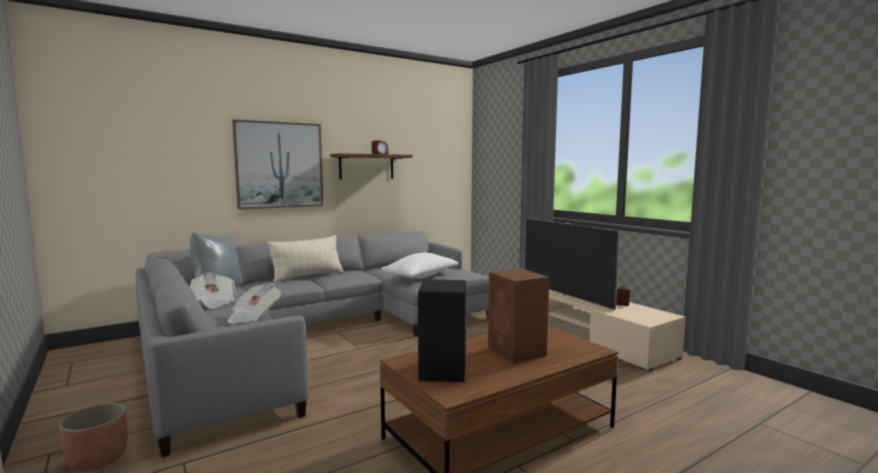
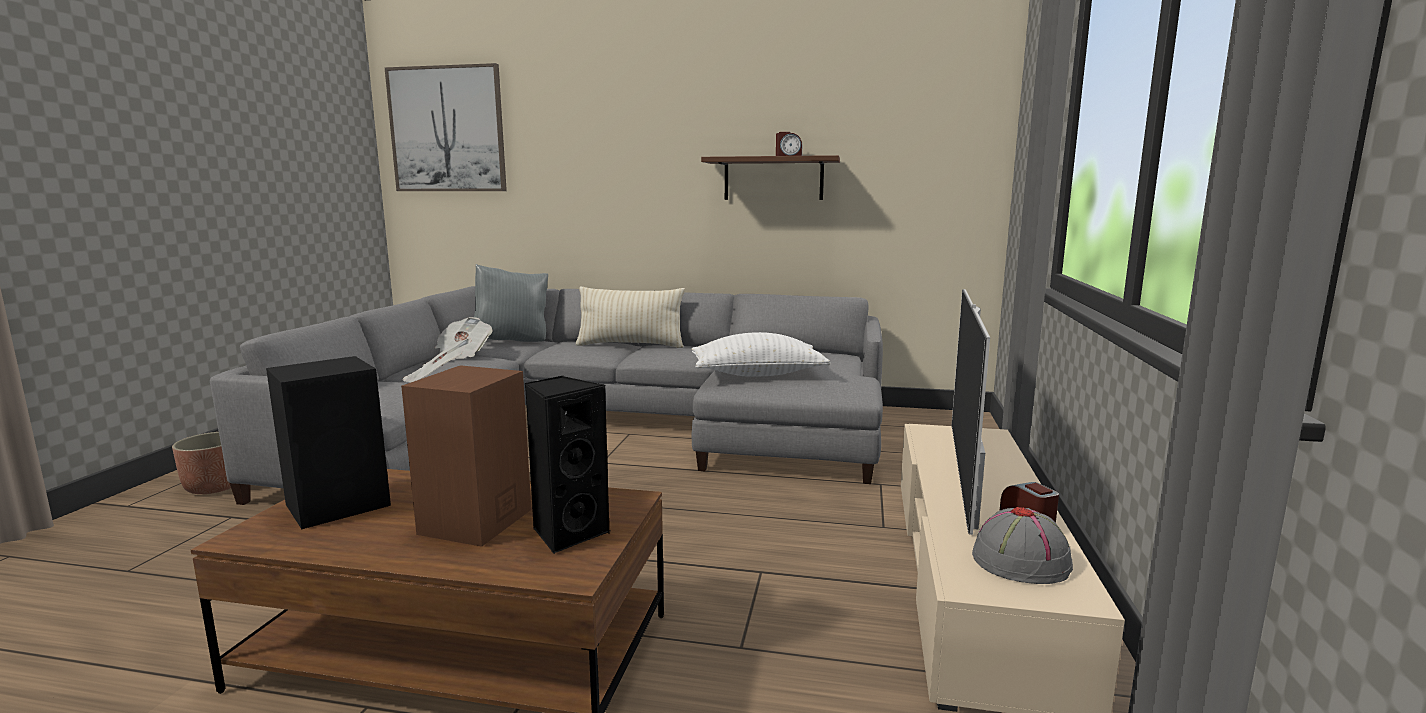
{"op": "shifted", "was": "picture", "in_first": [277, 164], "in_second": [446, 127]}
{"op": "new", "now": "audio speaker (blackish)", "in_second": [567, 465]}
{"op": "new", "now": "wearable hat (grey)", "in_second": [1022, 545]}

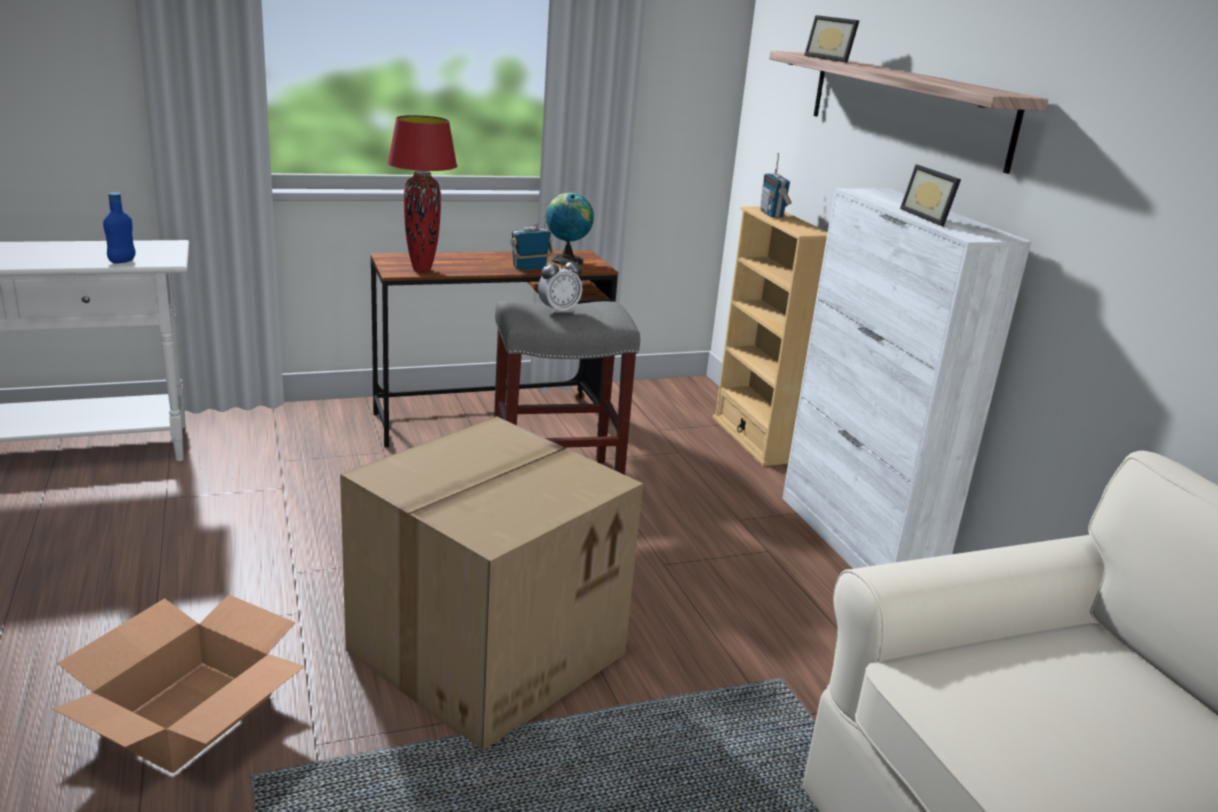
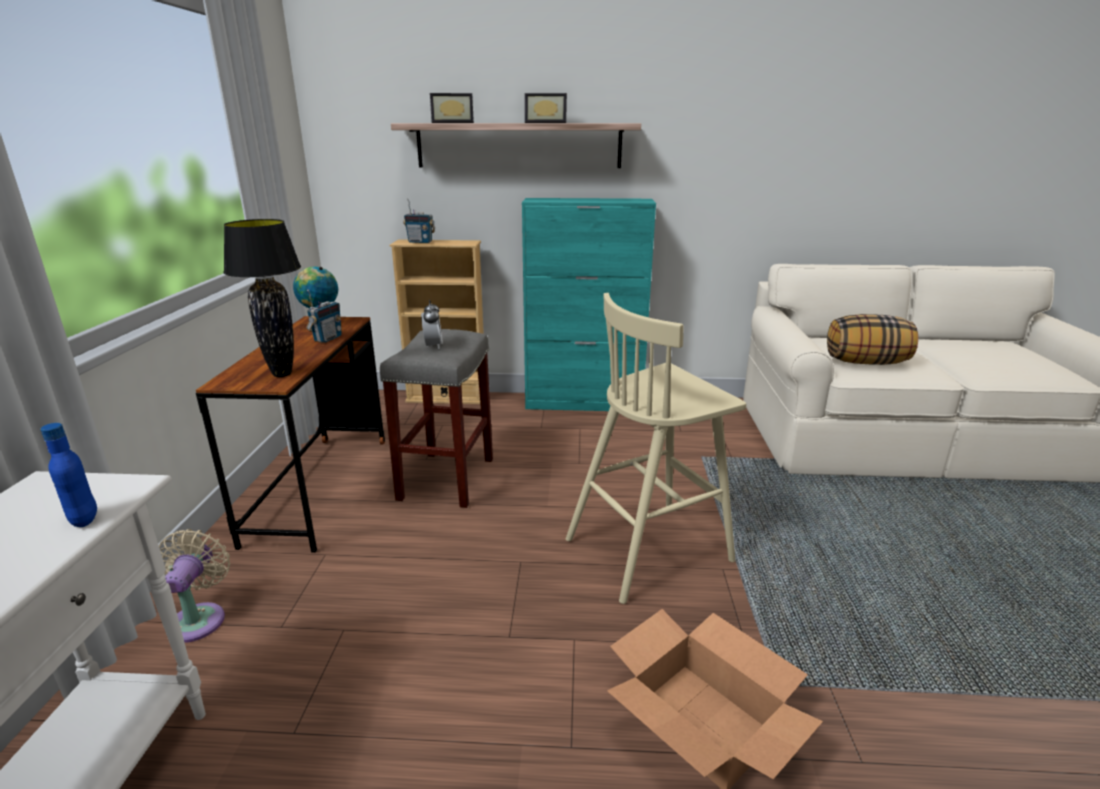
{"op": "swapped", "was": "carton", "now": "sitting stool (sand-coloured)", "in_first": [491, 583], "in_second": [656, 448]}
{"op": "repainted", "was": "table lamp (red)", "now": "table lamp (blackish)", "in_first": [422, 193], "in_second": [262, 298]}
{"op": "rotated", "was": "radio set", "in_first": [531, 240], "in_second": [324, 316], "clockwise": -150}
{"op": "repainted", "was": "cabinet (white)", "now": "cabinet (turquoise)", "in_first": [906, 378], "in_second": [589, 304]}
{"op": "shifted", "was": "picture frame", "in_first": [930, 195], "in_second": [546, 108]}
{"op": "new", "now": "fan (sand-coloured)", "in_second": [194, 586]}
{"op": "new", "now": "pillow", "in_second": [872, 339]}

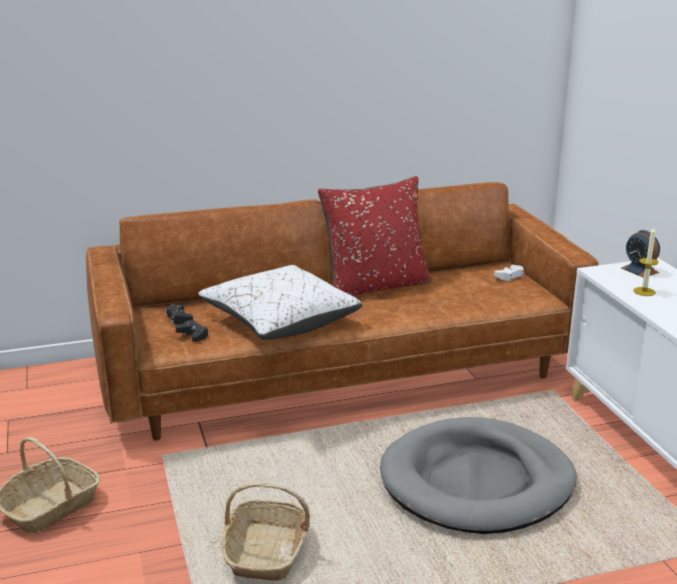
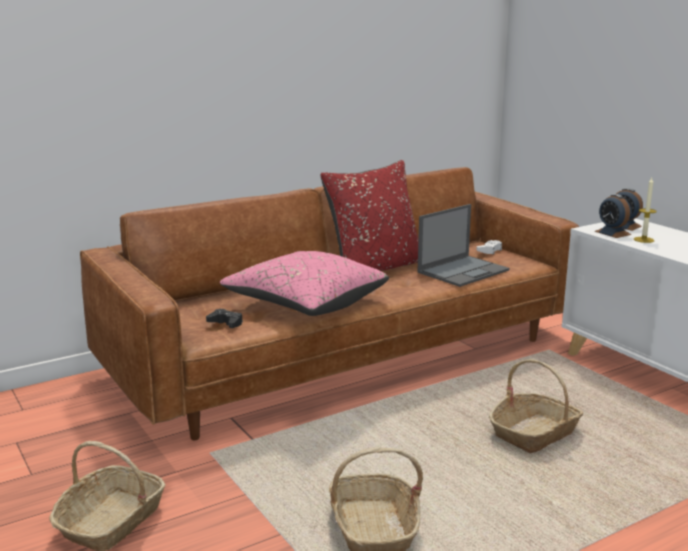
{"op": "gone", "was": "gamepad (blackish)", "in_first": [179, 315]}
{"op": "repainted", "was": "pillow (white)", "now": "pillow (pink)", "in_first": [281, 302], "in_second": [304, 283]}
{"op": "swapped", "was": "dog cushion (grey)", "now": "storage basket", "in_first": [478, 475], "in_second": [536, 406]}
{"op": "new", "now": "laptop", "in_second": [463, 245]}
{"op": "new", "now": "alarm clock", "in_second": [613, 216]}

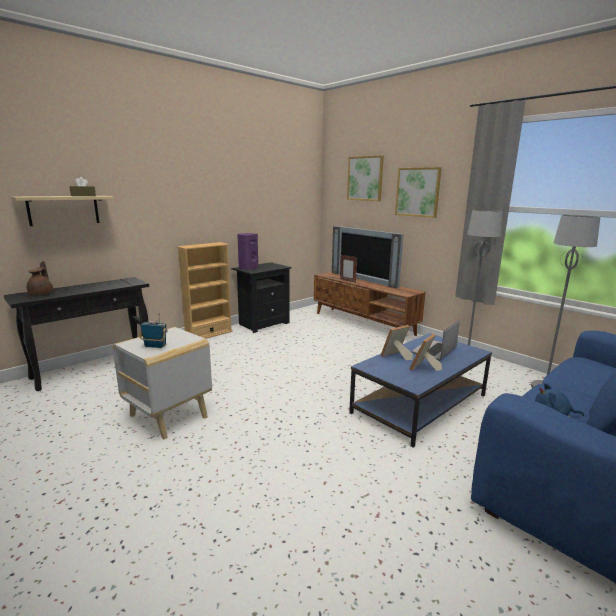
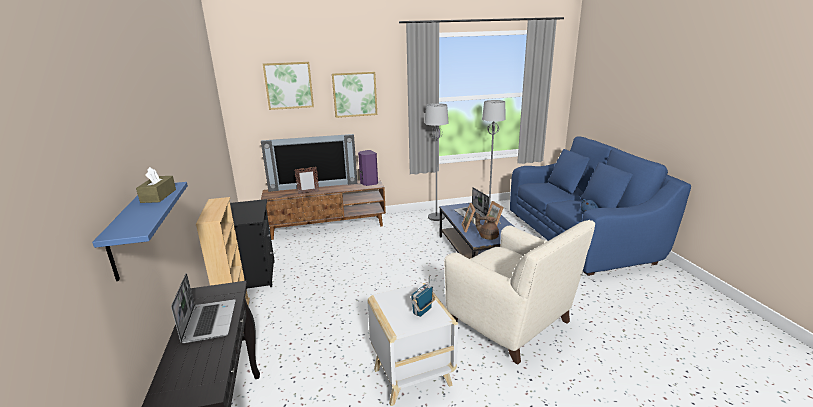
{"op": "repainted", "was": "wall shelf (sand-coloured)", "now": "wall shelf (bluish)", "in_first": [62, 211], "in_second": [140, 231]}
{"op": "shifted", "was": "teapot (brown)", "in_first": [40, 278], "in_second": [487, 226]}
{"op": "shifted", "was": "audio speaker (purple)", "in_first": [247, 251], "in_second": [368, 168]}
{"op": "new", "now": "laptop", "in_second": [203, 308]}
{"op": "new", "now": "lounge chair (sand-coloured)", "in_second": [519, 292]}

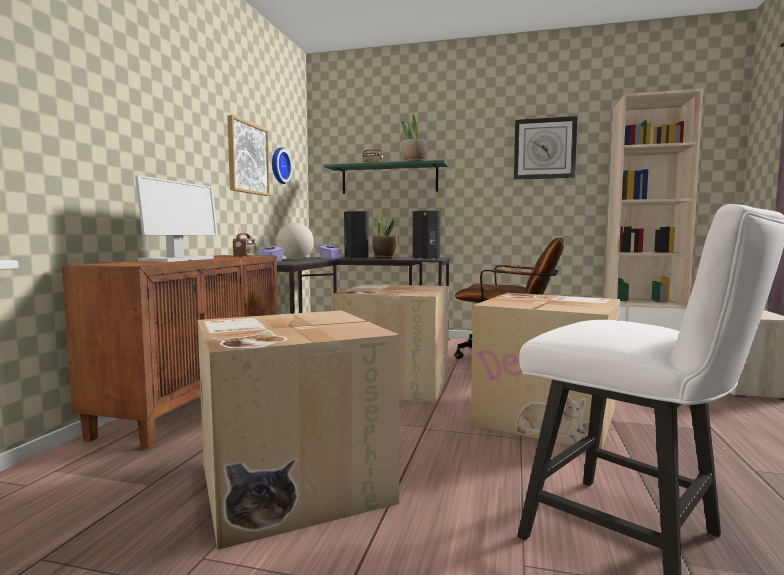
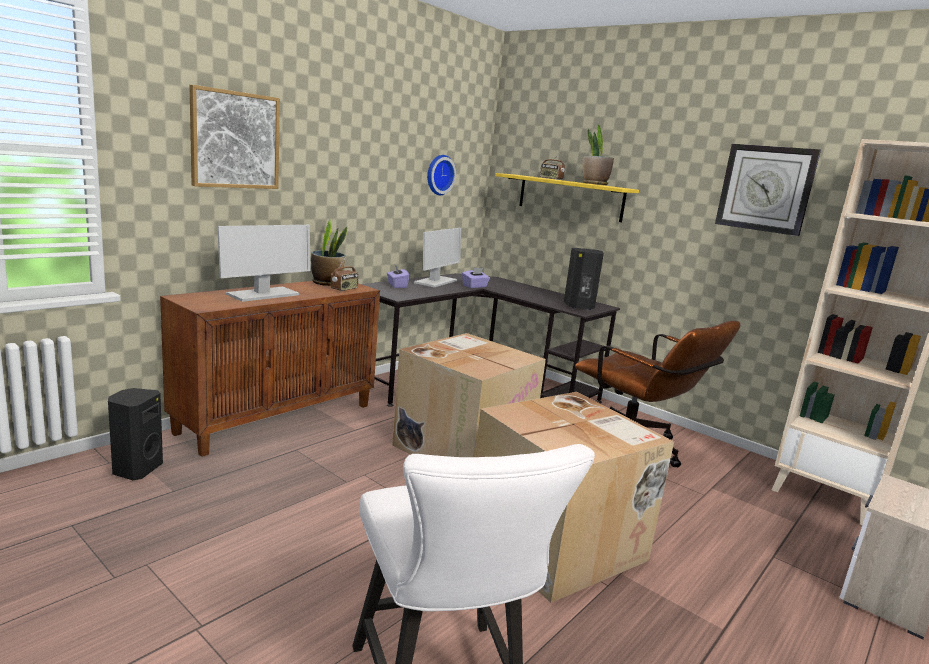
{"op": "gone", "was": "carton", "in_first": [298, 430]}
{"op": "shifted", "was": "picture", "in_first": [248, 155], "in_second": [234, 137]}
{"op": "swapped", "was": "desk globe", "now": "monitor", "in_first": [295, 241], "in_second": [437, 257]}
{"op": "repainted", "was": "wall shelf (greenish)", "now": "wall shelf (yellow-coloured)", "in_first": [386, 177], "in_second": [567, 197]}
{"op": "shifted", "was": "audio speaker (blackish)", "in_first": [356, 235], "in_second": [135, 434]}
{"op": "shifted", "was": "plant in a pot", "in_first": [384, 236], "in_second": [329, 252]}

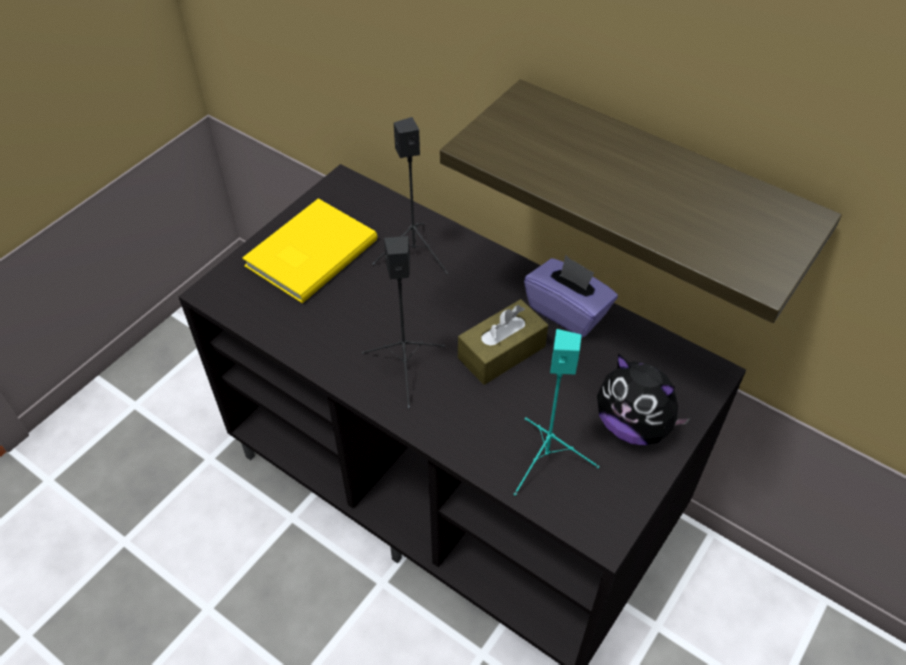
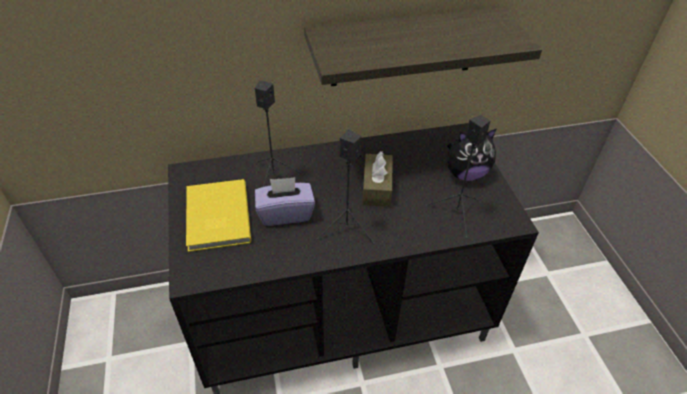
{"op": "repainted", "was": "audio speaker (turquoise)", "now": "audio speaker (blackish)", "in_first": [556, 412], "in_second": [457, 176]}
{"op": "shifted", "was": "tissue box (purple)", "in_first": [571, 296], "in_second": [285, 201]}

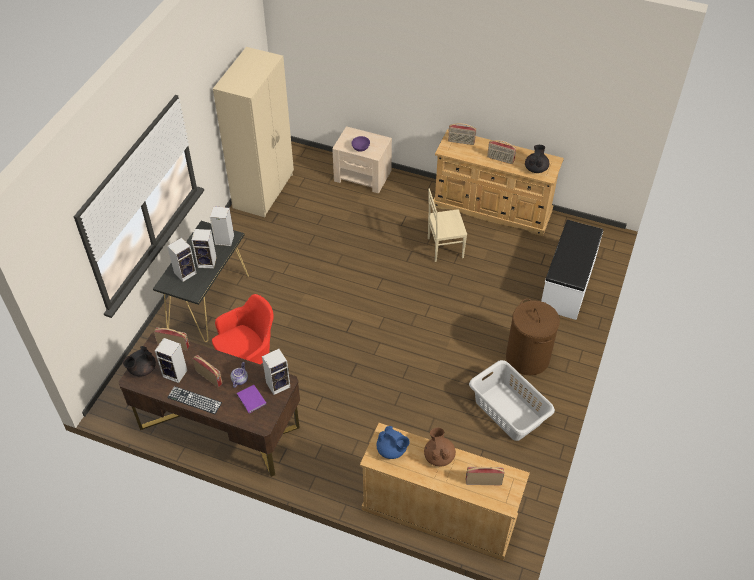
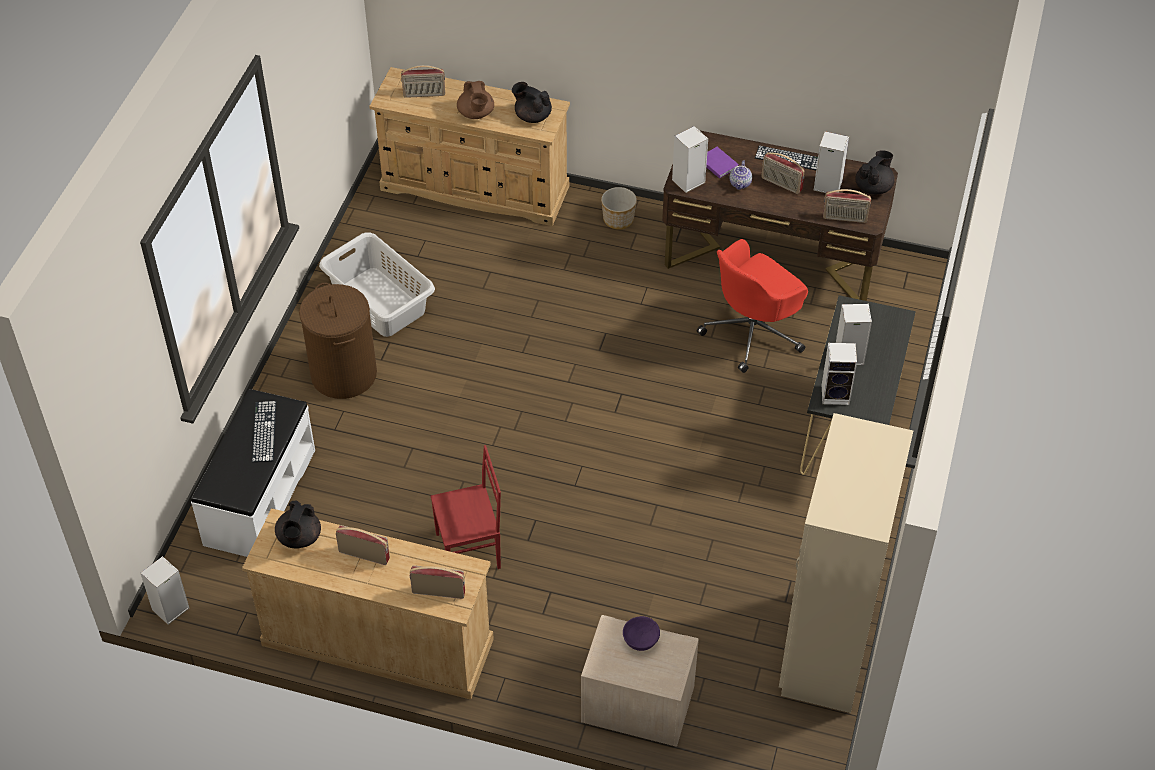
{"op": "shifted", "was": "audio speaker", "in_first": [182, 260], "in_second": [165, 590]}
{"op": "repainted", "was": "teapot (bluish)", "now": "teapot (blackish)", "in_first": [393, 442], "in_second": [532, 102]}
{"op": "repainted", "was": "chair (sand-coloured)", "now": "chair (red)", "in_first": [447, 225], "in_second": [465, 507]}
{"op": "new", "now": "PC keyboard", "in_second": [264, 431]}
{"op": "new", "now": "planter", "in_second": [619, 208]}

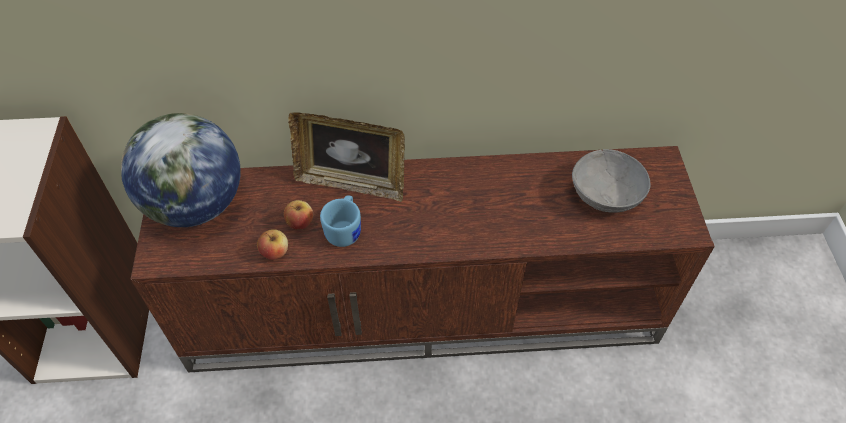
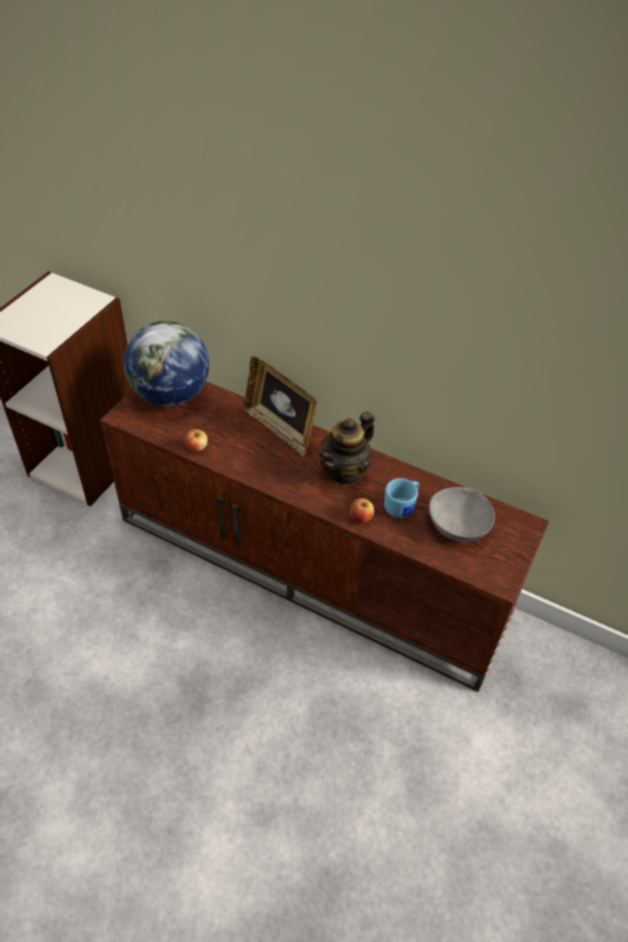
{"op": "shifted", "was": "apple fruit", "in_first": [298, 215], "in_second": [361, 510]}
{"op": "shifted", "was": "coffee mug (bluish)", "in_first": [340, 221], "in_second": [401, 498]}
{"op": "new", "now": "teapot", "in_second": [347, 448]}

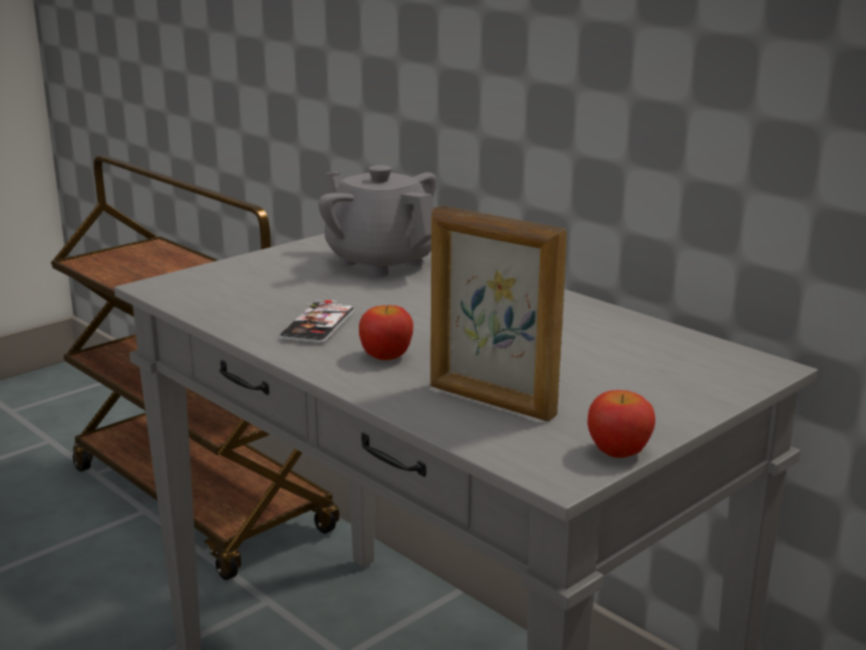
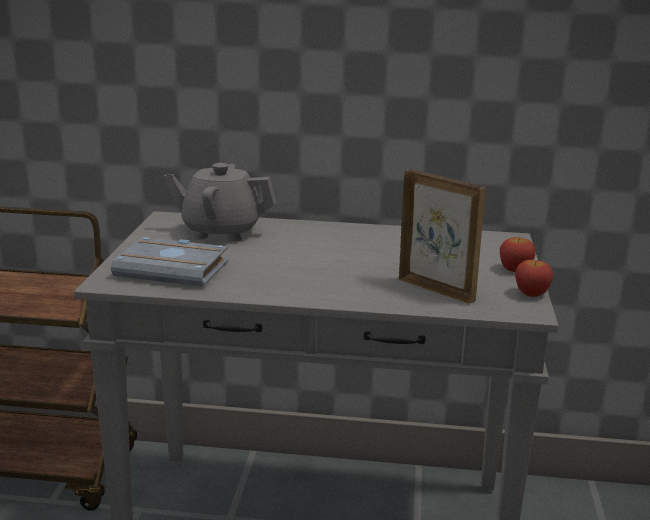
{"op": "gone", "was": "telephone", "in_first": [317, 321]}
{"op": "shifted", "was": "apple fruit", "in_first": [386, 332], "in_second": [518, 254]}
{"op": "rotated", "was": "picture frame", "in_first": [498, 313], "in_second": [442, 236], "clockwise": -135}
{"op": "new", "now": "book (grey)", "in_second": [169, 262]}

